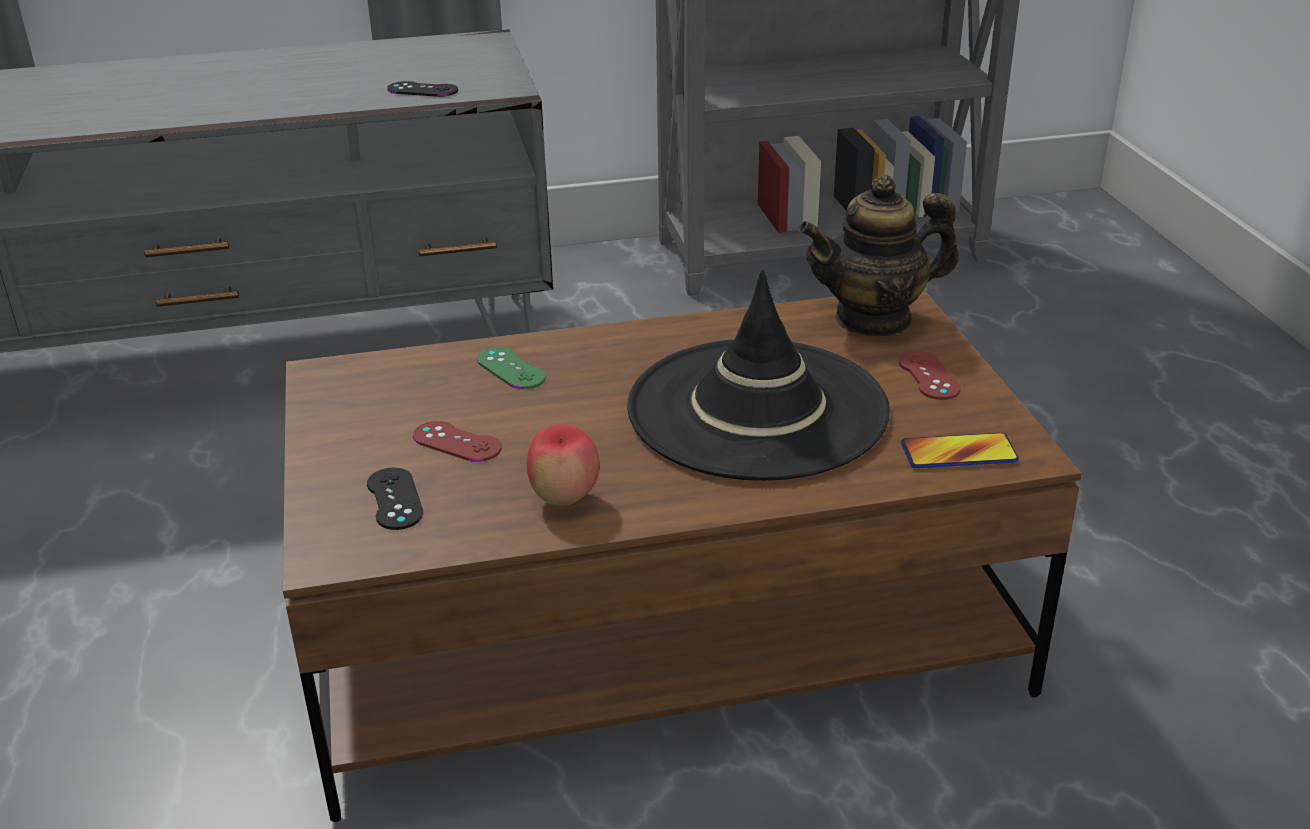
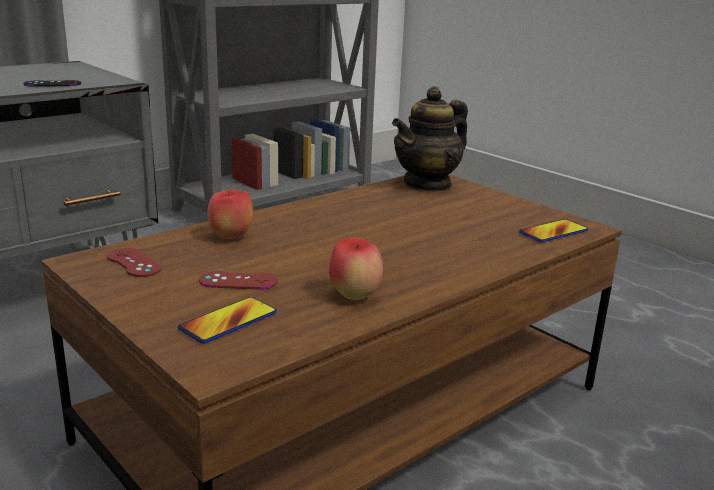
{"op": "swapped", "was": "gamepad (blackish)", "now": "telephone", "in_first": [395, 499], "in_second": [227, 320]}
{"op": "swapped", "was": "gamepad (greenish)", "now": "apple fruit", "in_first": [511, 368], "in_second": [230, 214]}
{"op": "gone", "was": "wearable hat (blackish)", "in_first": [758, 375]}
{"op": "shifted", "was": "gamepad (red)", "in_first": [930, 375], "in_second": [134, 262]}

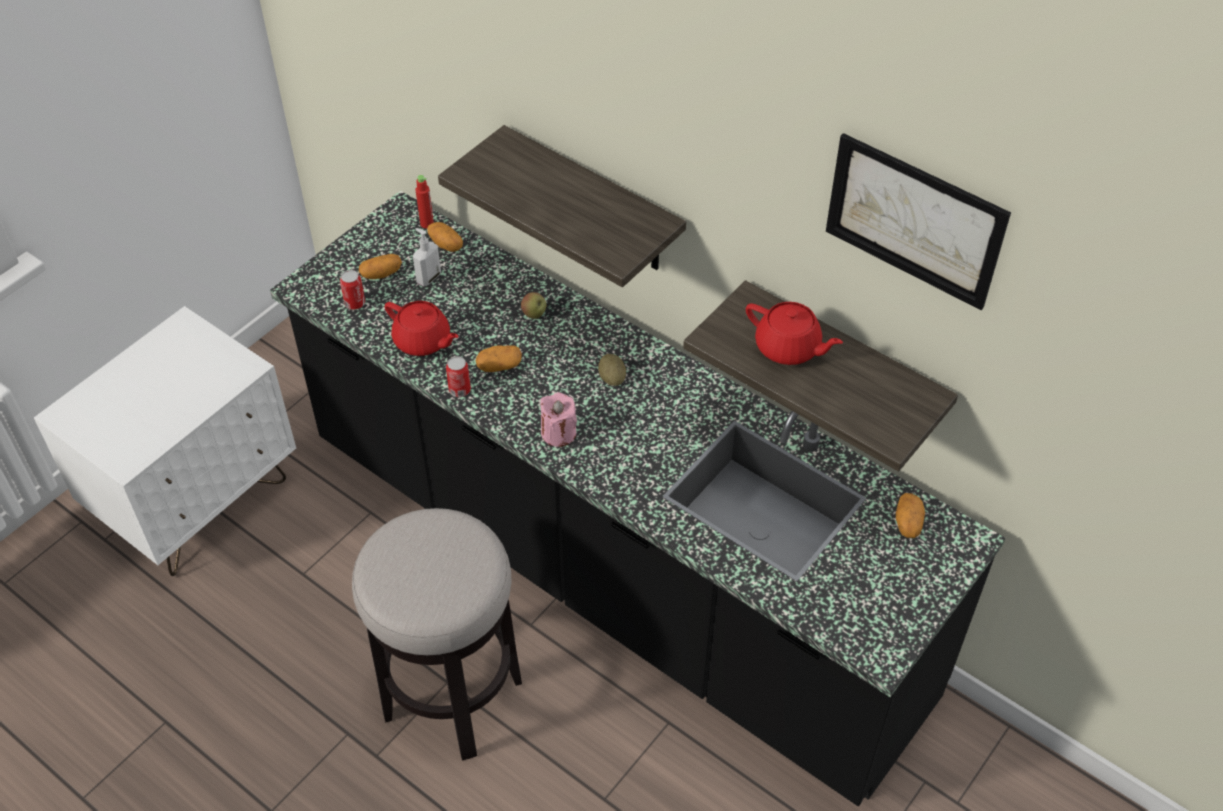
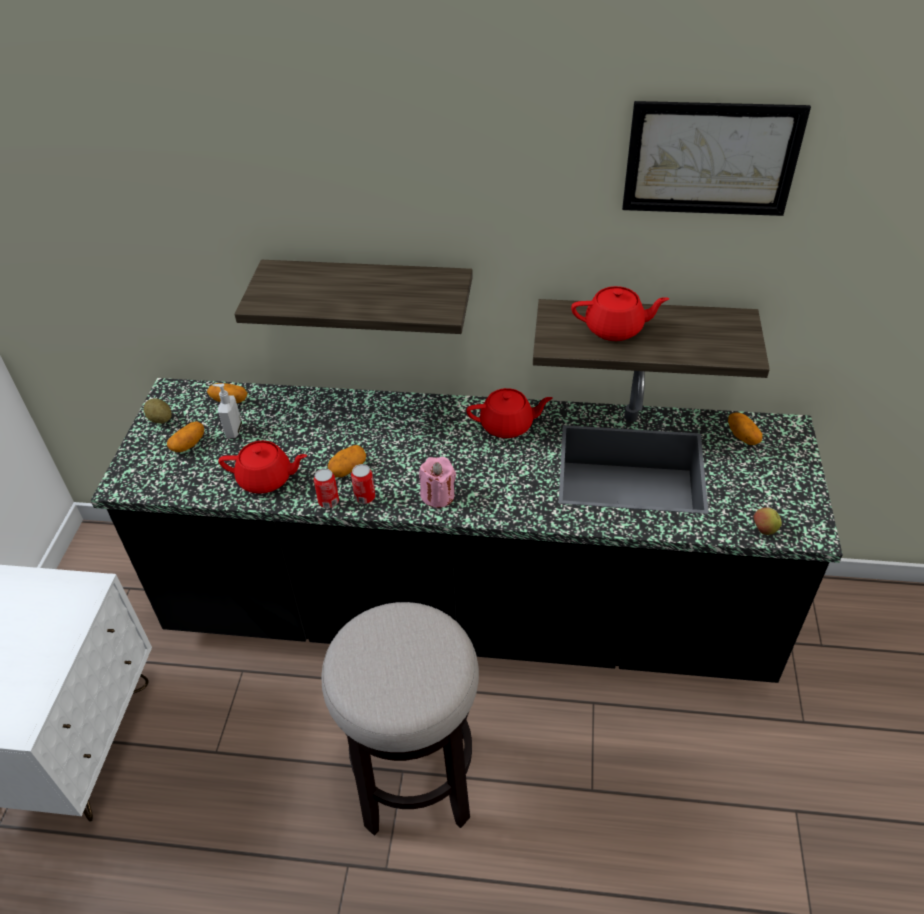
{"op": "shifted", "was": "can", "in_first": [352, 290], "in_second": [363, 484]}
{"op": "gone", "was": "bottle (red)", "in_first": [425, 201]}
{"op": "shifted", "was": "apple fruit", "in_first": [534, 305], "in_second": [768, 521]}
{"op": "shifted", "was": "potato", "in_first": [612, 370], "in_second": [158, 411]}
{"op": "new", "now": "teapot (red)", "in_second": [509, 413]}

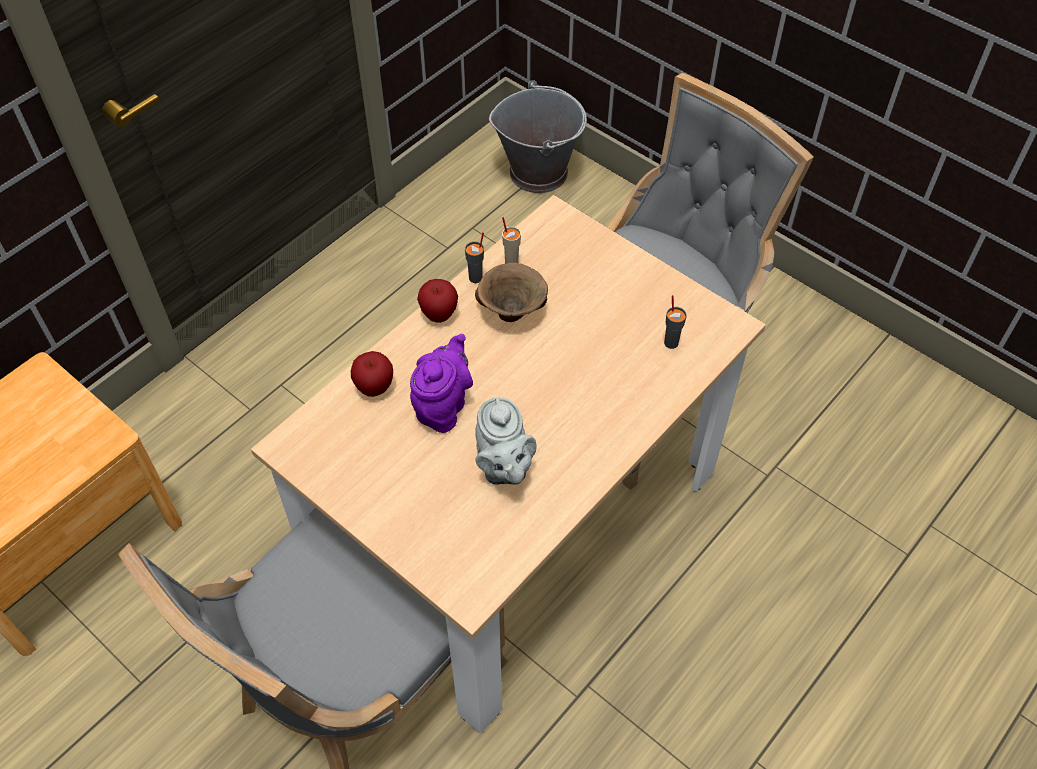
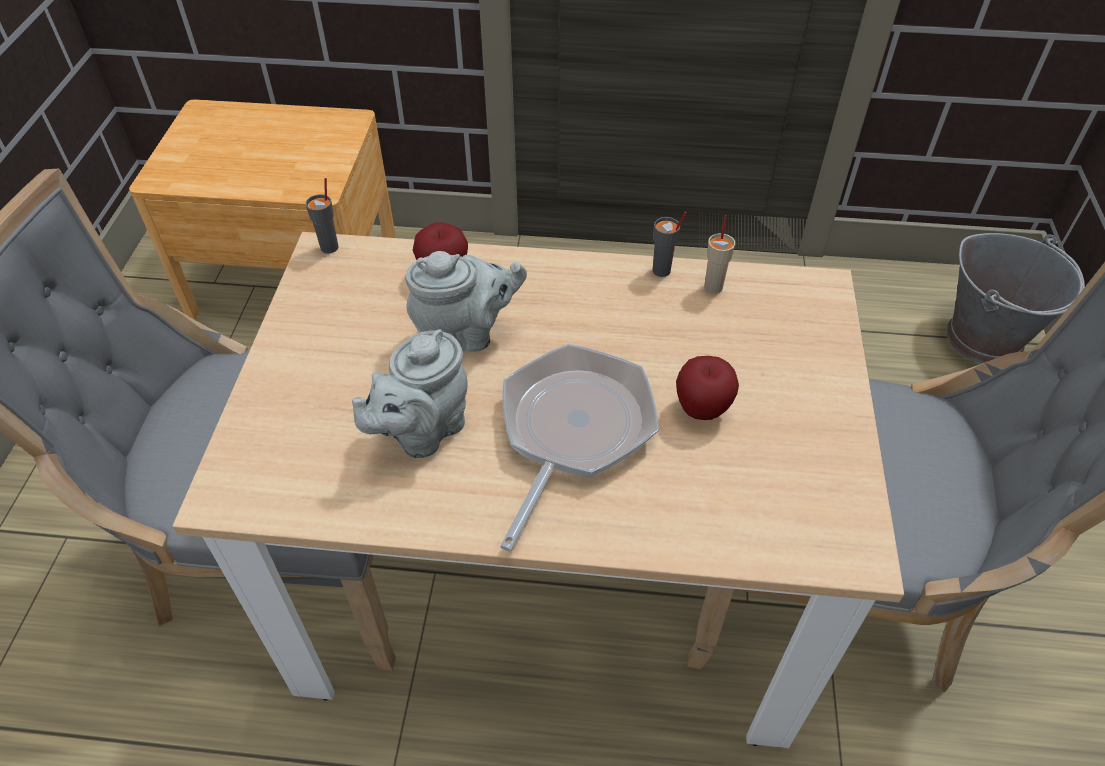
{"op": "repainted", "was": "teapot (purple)", "now": "teapot (grey)", "in_first": [441, 383], "in_second": [466, 301]}
{"op": "shifted", "was": "apple fruit", "in_first": [437, 301], "in_second": [707, 388]}
{"op": "gone", "was": "deep dish (brown)", "in_first": [511, 292]}
{"op": "shifted", "was": "drinking cup (grey)", "in_first": [675, 322], "in_second": [322, 216]}
{"op": "new", "now": "frying pan", "in_second": [579, 448]}

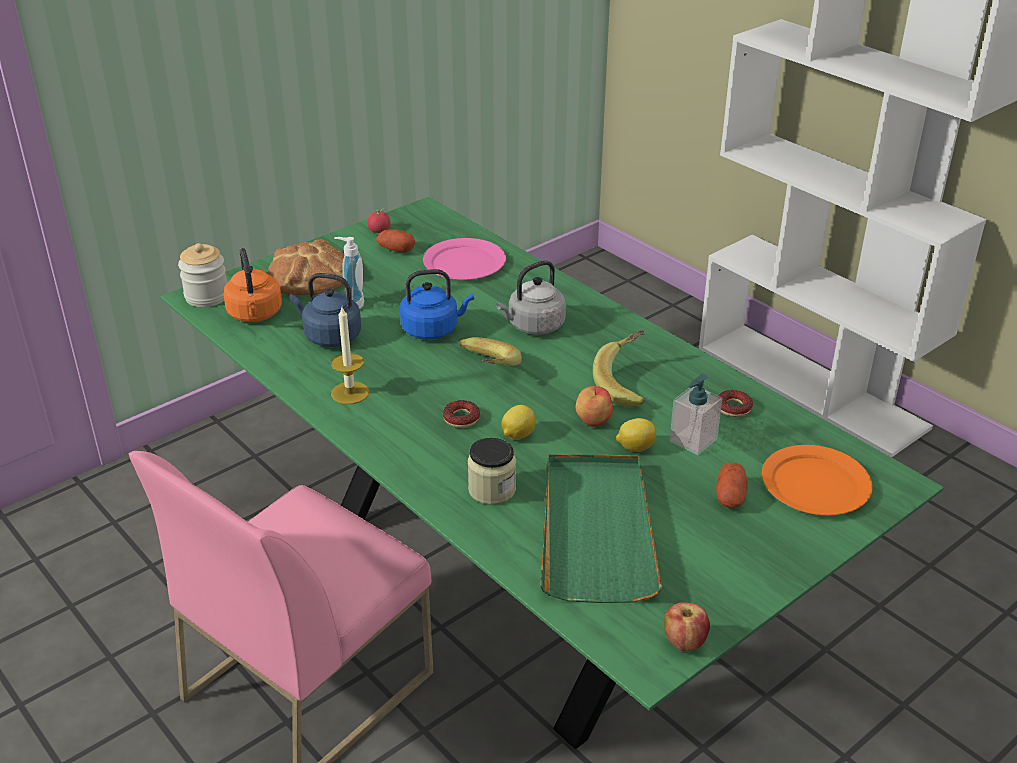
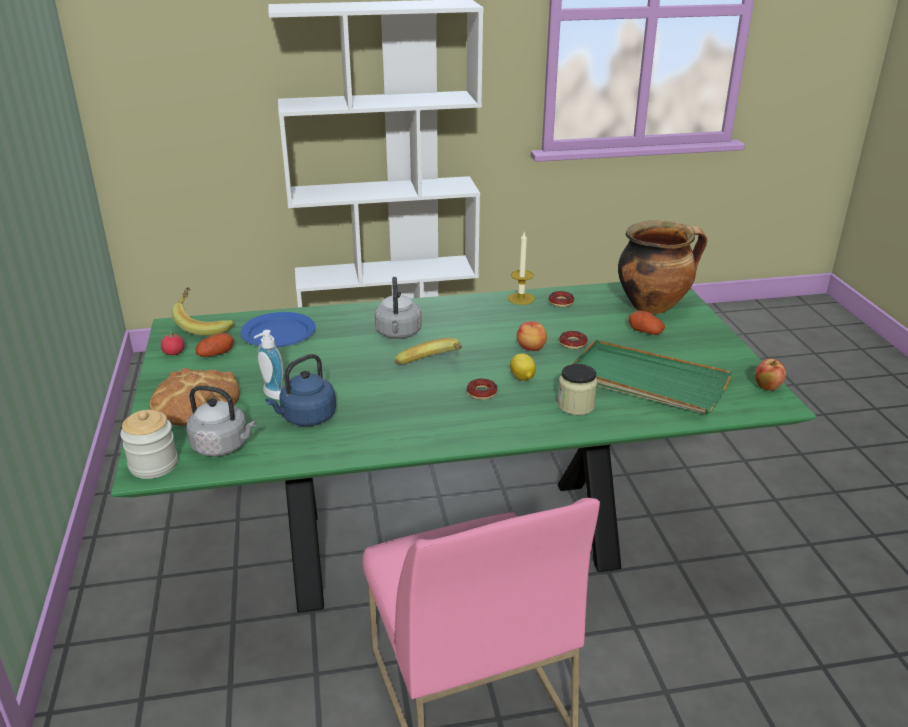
{"op": "repainted", "was": "kettle (orange)", "now": "kettle (grey)", "in_first": [252, 285], "in_second": [221, 420]}
{"op": "shifted", "was": "candle", "in_first": [350, 355], "in_second": [521, 268]}
{"op": "gone", "was": "kettle (bluish)", "in_first": [437, 304]}
{"op": "repainted", "was": "flat dish (pink)", "now": "flat dish (bluish)", "in_first": [464, 258], "in_second": [278, 329]}
{"op": "shifted", "was": "banana", "in_first": [619, 368], "in_second": [203, 311]}
{"op": "swapped", "was": "citrus fruit", "now": "doughnut", "in_first": [636, 434], "in_second": [573, 340]}
{"op": "gone", "was": "liquid soap bottle", "in_first": [696, 414]}
{"op": "swapped", "was": "flat dish (orange)", "now": "cooking pot", "in_first": [817, 480], "in_second": [662, 267]}

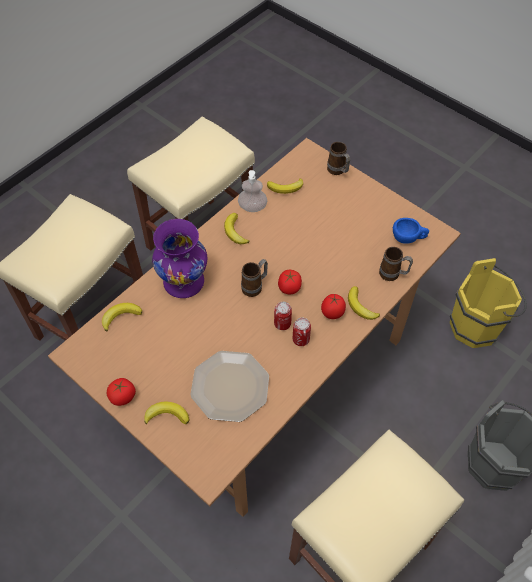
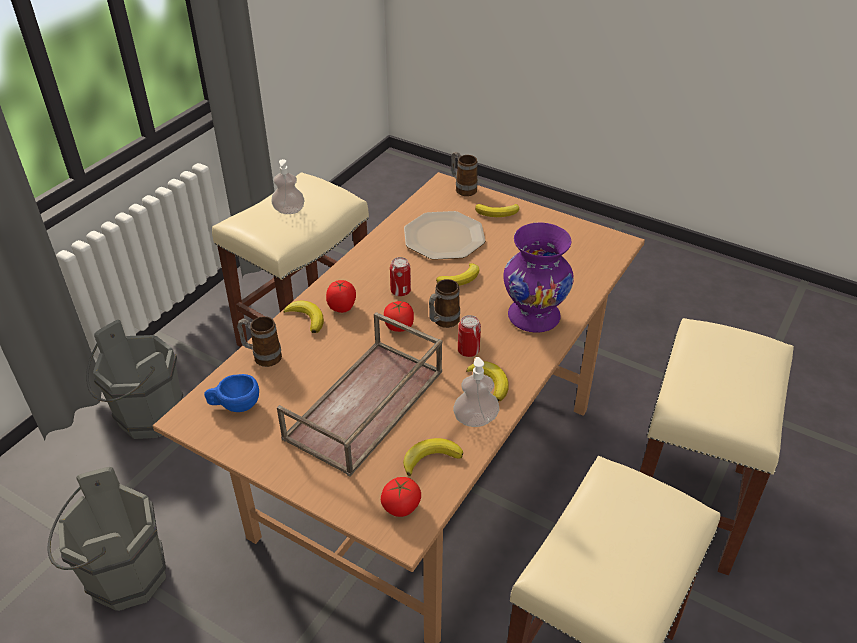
{"op": "shifted", "was": "banana", "in_first": [122, 317], "in_second": [457, 274]}
{"op": "shifted", "was": "tomato", "in_first": [121, 392], "in_second": [401, 497]}
{"op": "shifted", "was": "can", "in_first": [301, 332], "in_second": [469, 336]}
{"op": "shifted", "was": "coffee mug", "in_first": [338, 158], "in_second": [464, 174]}
{"op": "repainted", "was": "water bucket (yellow-coloured)", "now": "water bucket (grey)", "in_first": [488, 303], "in_second": [106, 539]}
{"op": "new", "now": "liquid soap bottle", "in_second": [287, 186]}
{"op": "new", "now": "serving tray (brown)", "in_second": [359, 394]}

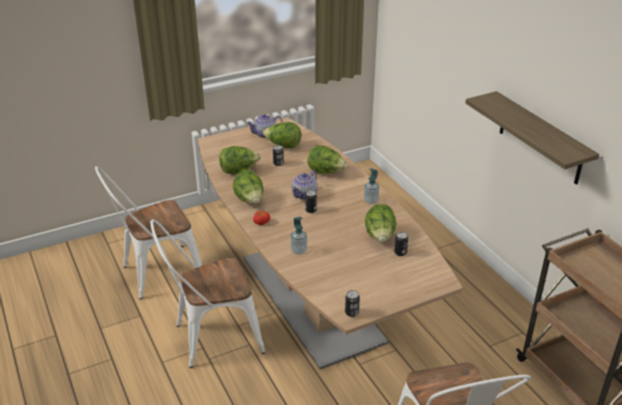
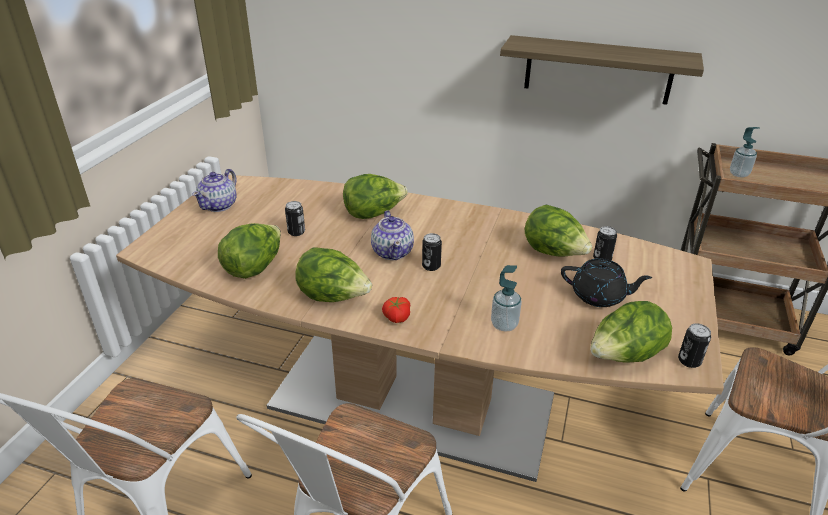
{"op": "shifted", "was": "lettuce", "in_first": [282, 135], "in_second": [631, 332]}
{"op": "shifted", "was": "liquid soap bottle", "in_first": [371, 186], "in_second": [745, 152]}
{"op": "new", "now": "teapot (blackish)", "in_second": [606, 282]}

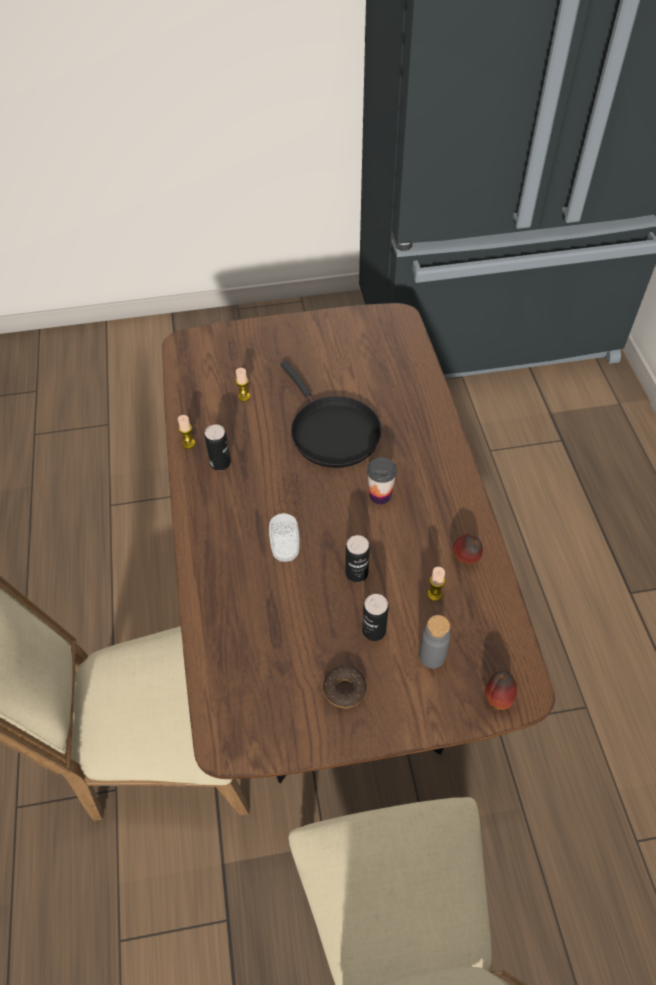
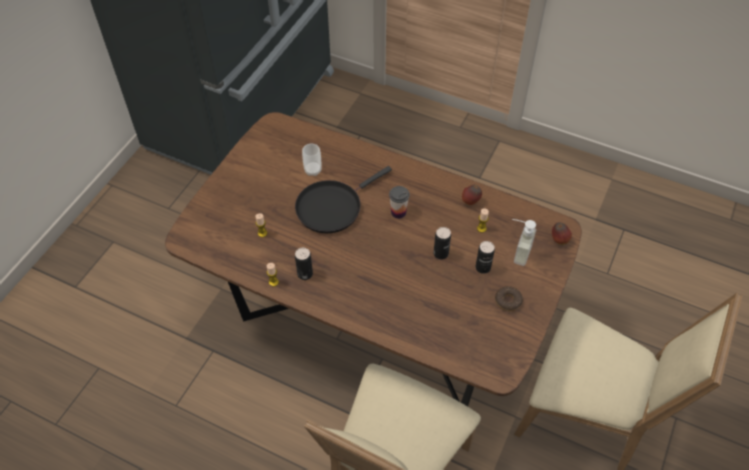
{"op": "shifted", "was": "drinking cup", "in_first": [284, 537], "in_second": [311, 160]}
{"op": "rotated", "was": "frying pan (blackish)", "in_first": [331, 414], "in_second": [343, 199], "clockwise": 135}
{"op": "swapped", "was": "bottle (grey)", "now": "liquid soap bottle", "in_first": [434, 641], "in_second": [524, 242]}

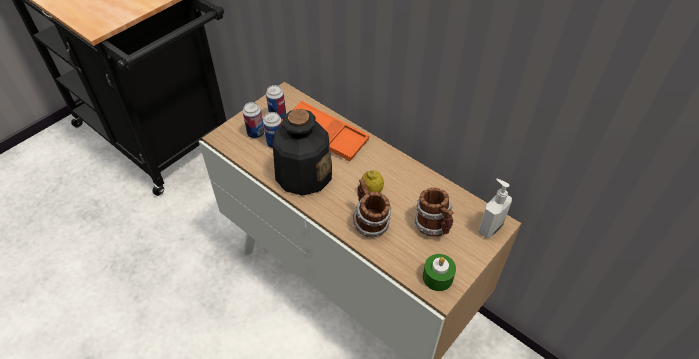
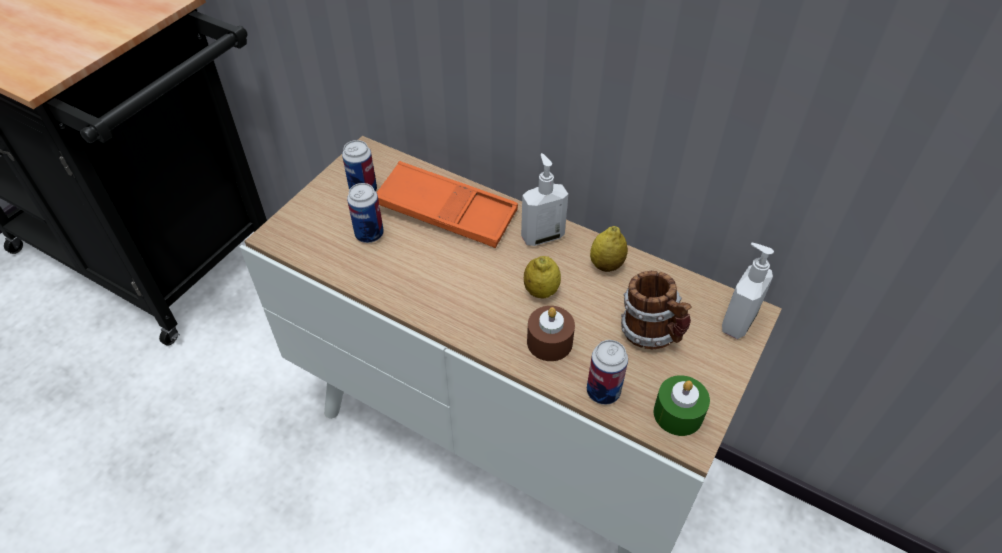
{"op": "shifted", "was": "can", "in_first": [253, 120], "in_second": [607, 372]}
{"op": "gone", "was": "bottle", "in_first": [302, 152]}
{"op": "swapped", "was": "coffee mug", "now": "candle (brown)", "in_first": [372, 208], "in_second": [551, 333]}
{"op": "new", "now": "liquid soap bottle", "in_second": [544, 199]}
{"op": "new", "now": "citrus fruit", "in_second": [609, 249]}

